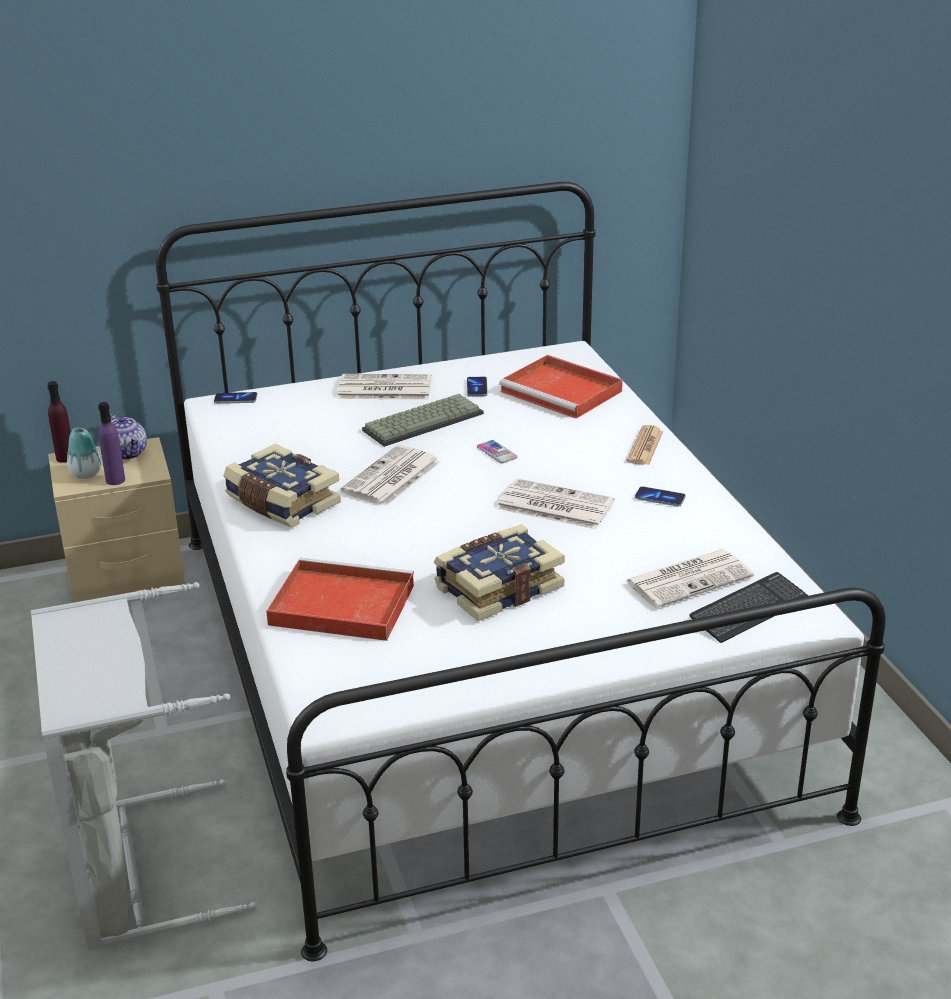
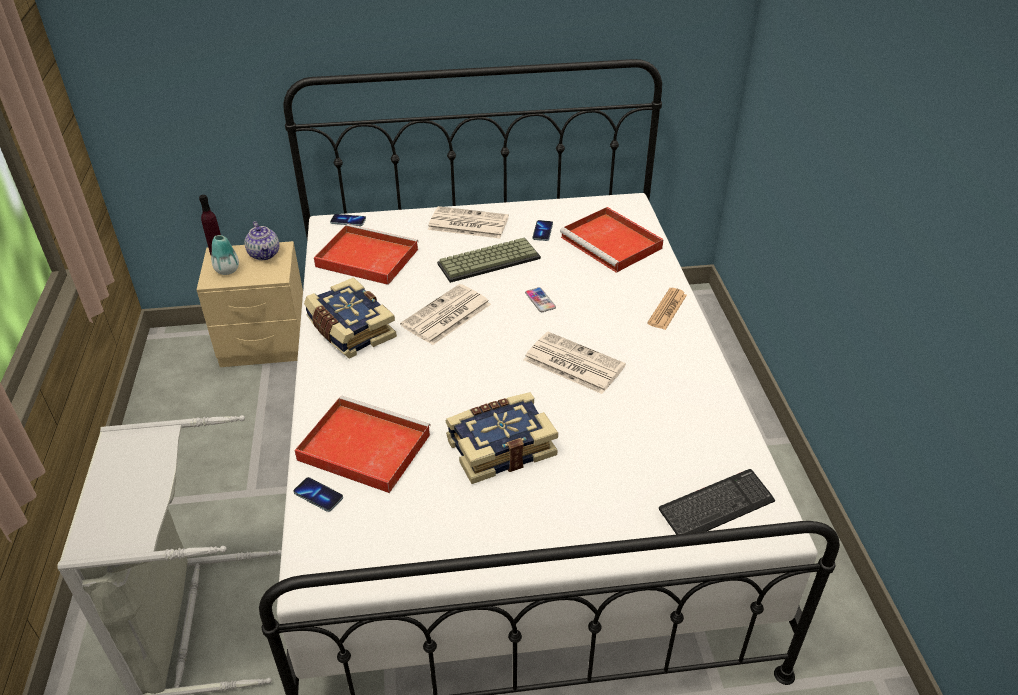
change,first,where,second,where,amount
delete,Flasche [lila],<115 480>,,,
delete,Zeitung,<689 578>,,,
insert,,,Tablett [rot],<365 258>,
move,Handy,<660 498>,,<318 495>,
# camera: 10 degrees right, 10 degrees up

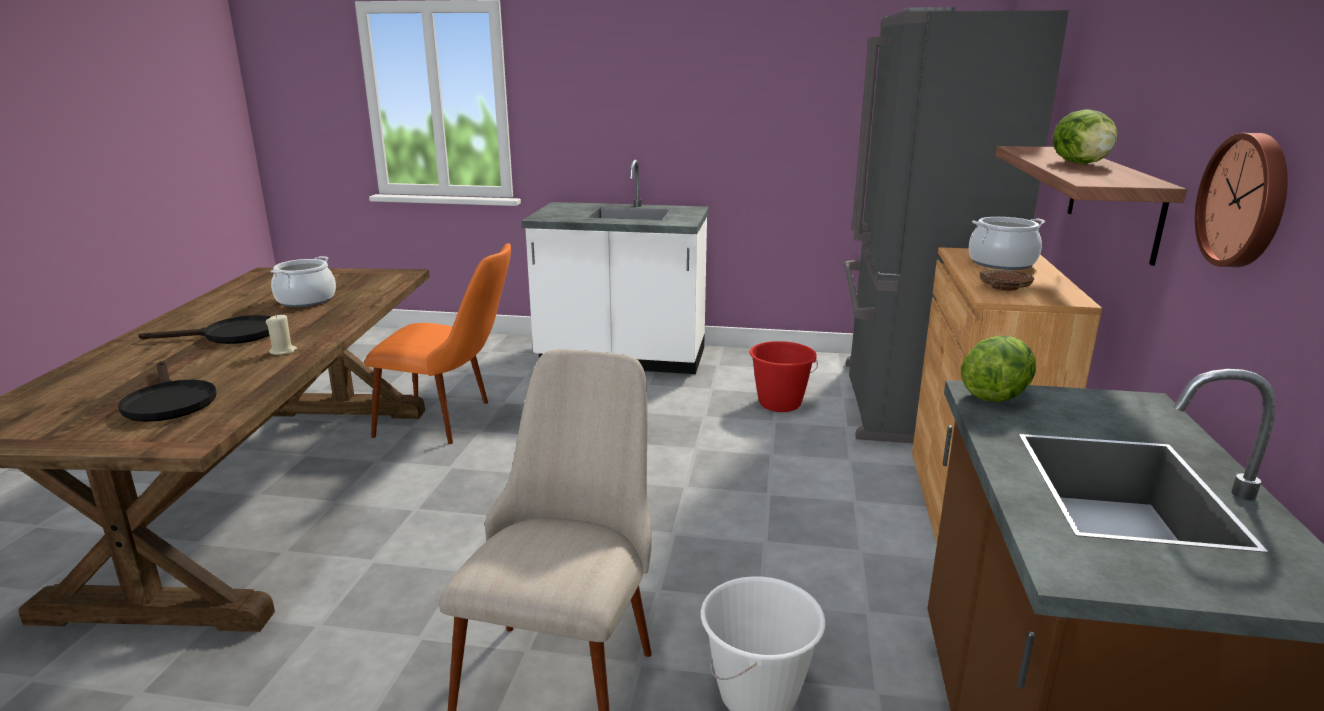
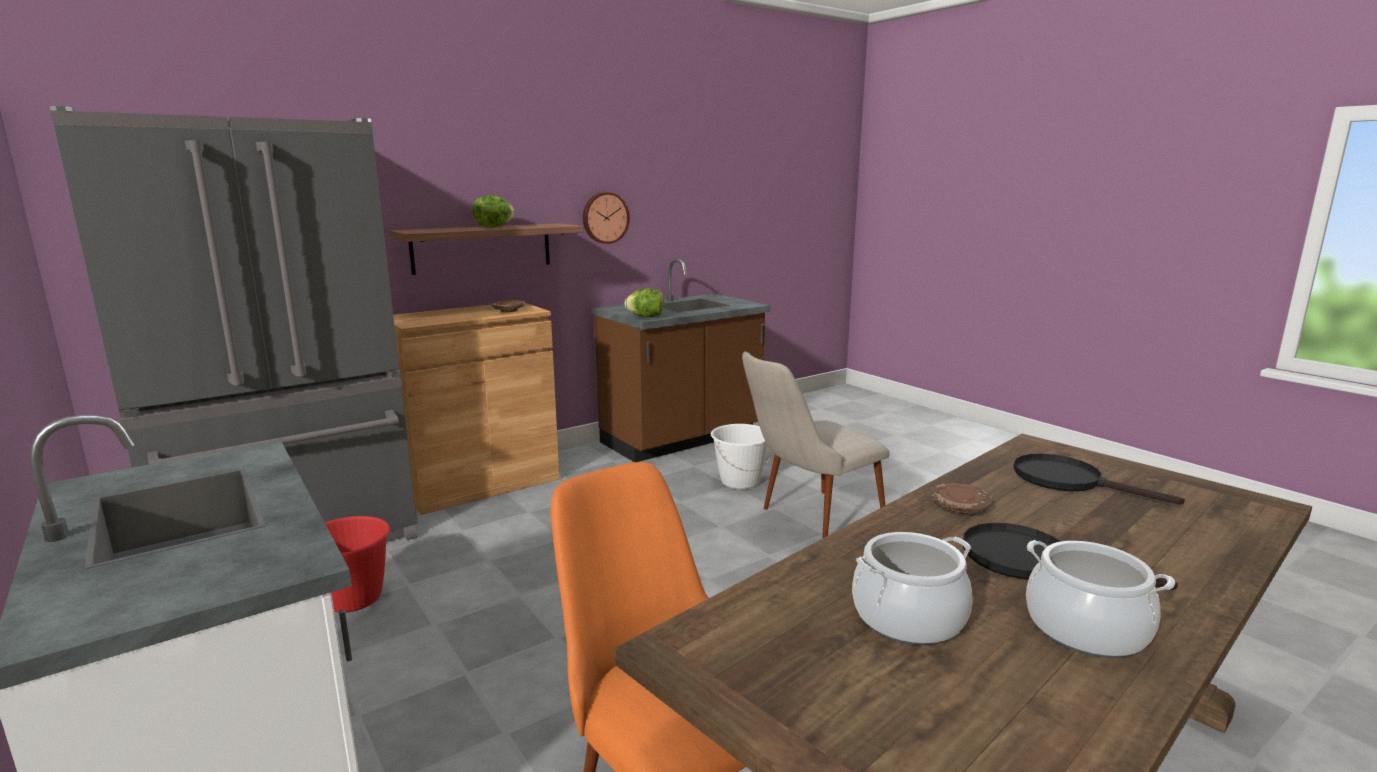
change,first,where,second,where,amount
move,Kochtopf,<1001 263>,,<1086 629>,
replace,Kerze [beige],<283 351>,Teller [braun],<960 508>,
rotate,Pfanne [schwarz],<168 402>,,<1069 481>,60 degrees counterclockwise
# camera: 135 degrees left, 5 degrees down

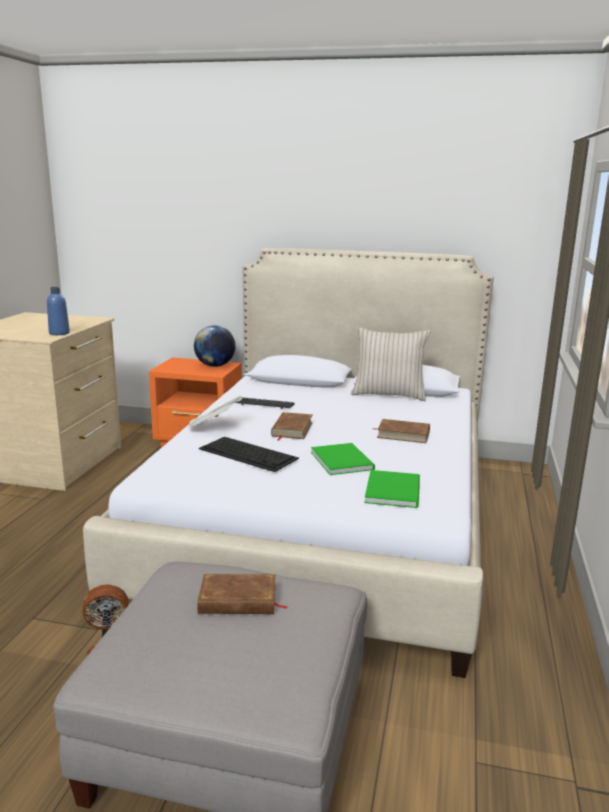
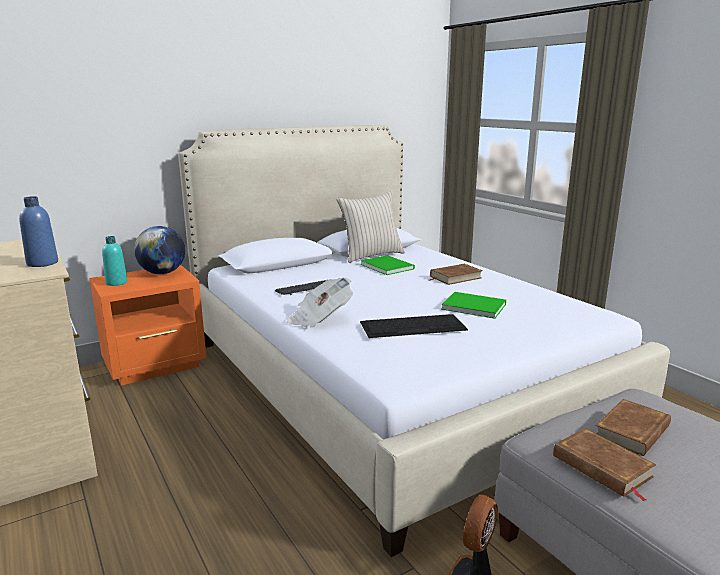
change,first,where,second,where,amount
insert,,,Flasche [türkis],<116 283>,
move,Buch [braun],<291 429>,,<601 467>,
move,Buch [grün],<394 490>,,<387 266>,
# camera: 45 degrees left, 0 degrees up

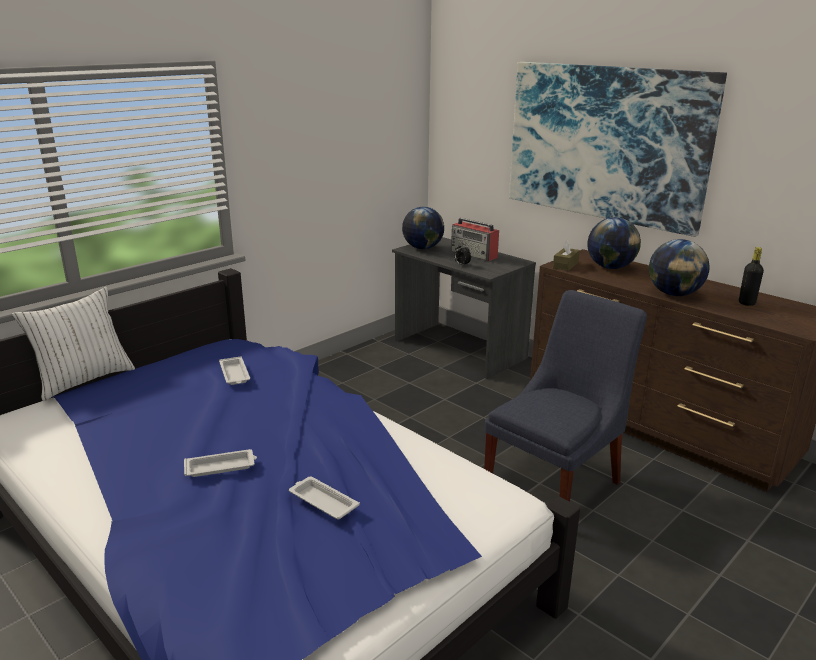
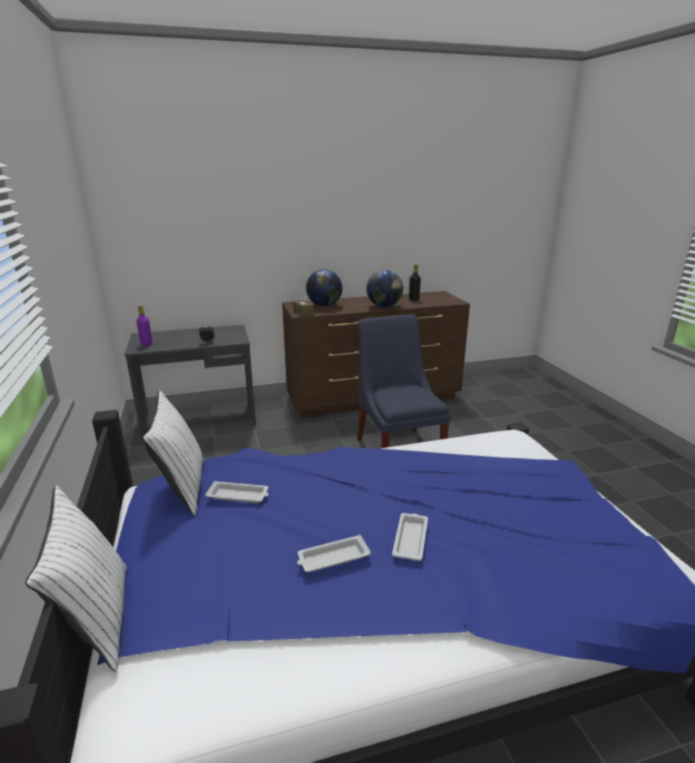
change,first,where,second,where,amount
delete,Radio,<474 254>,,,
delete,Bild,<605 143>,,,
insert,,,Kissen [weiß],<182 487>,
move,Tablett [weiß],<322 501>,,<332 558>,
replace,Globus,<422 248>,Flasche [lila],<146 344>,
# camera: 60 degrees left, 0 degrees up

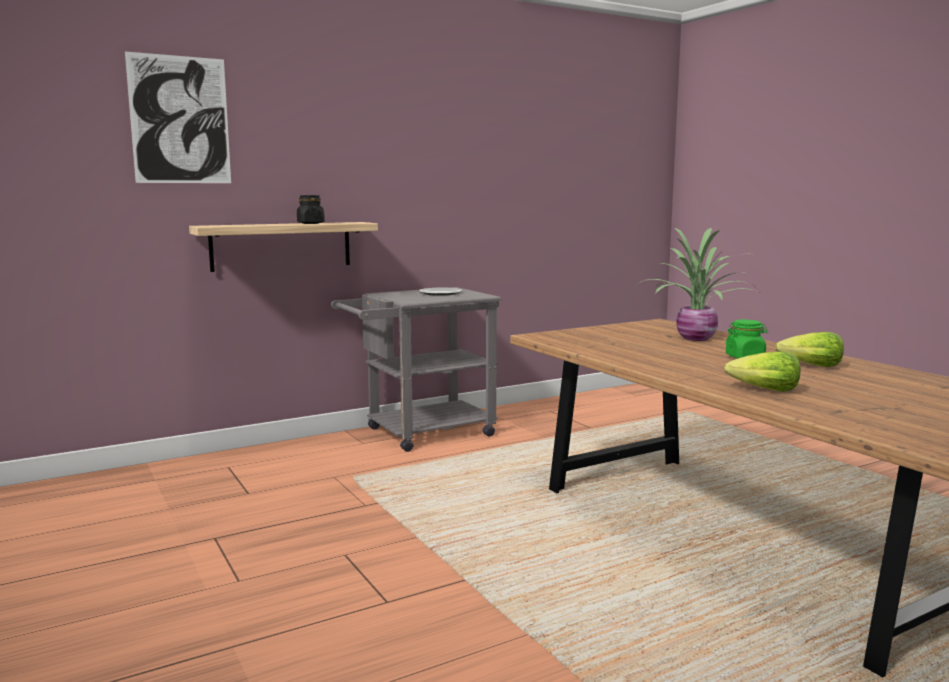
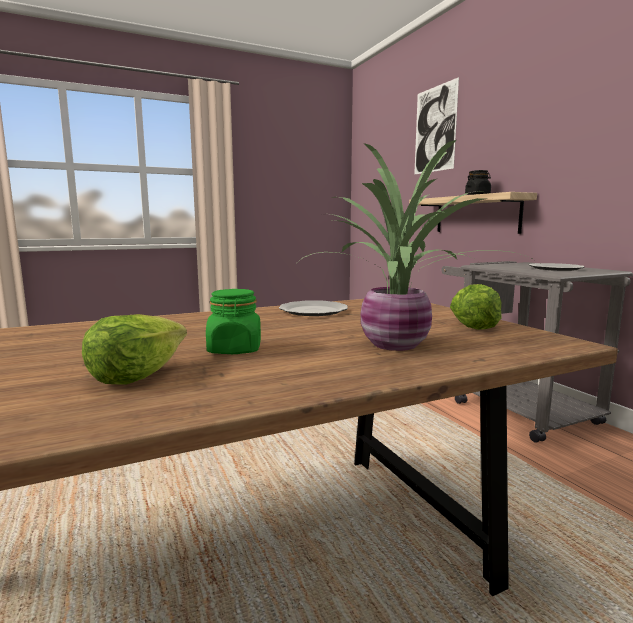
change,first,where,second,where,amount
insert,,,Teller,<312 311>,
move,Salatkopf,<764 390>,,<475 325>,
# camera: 95 degrees right, 0 degrees up

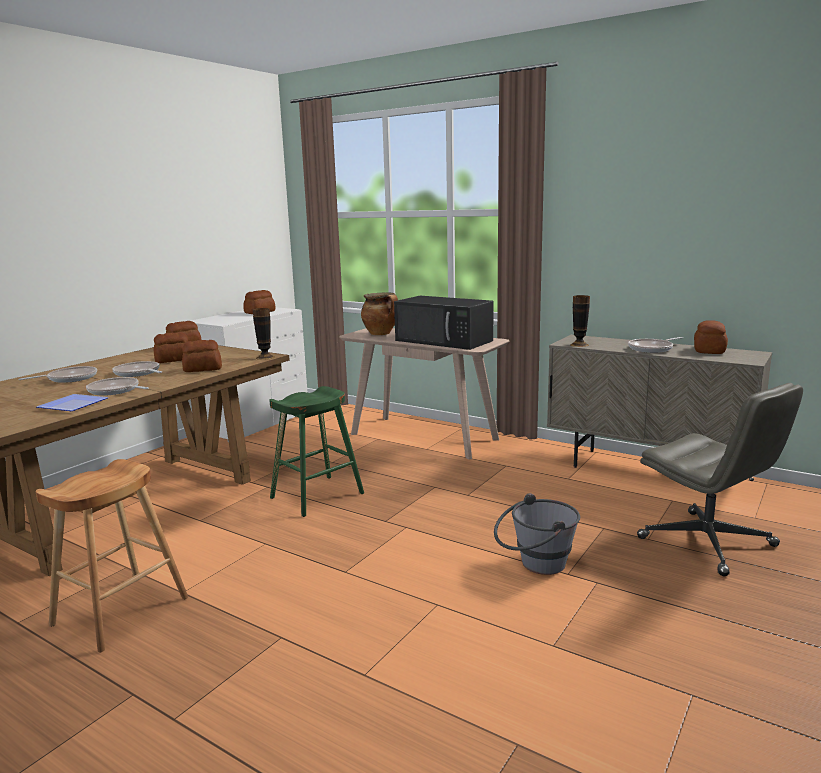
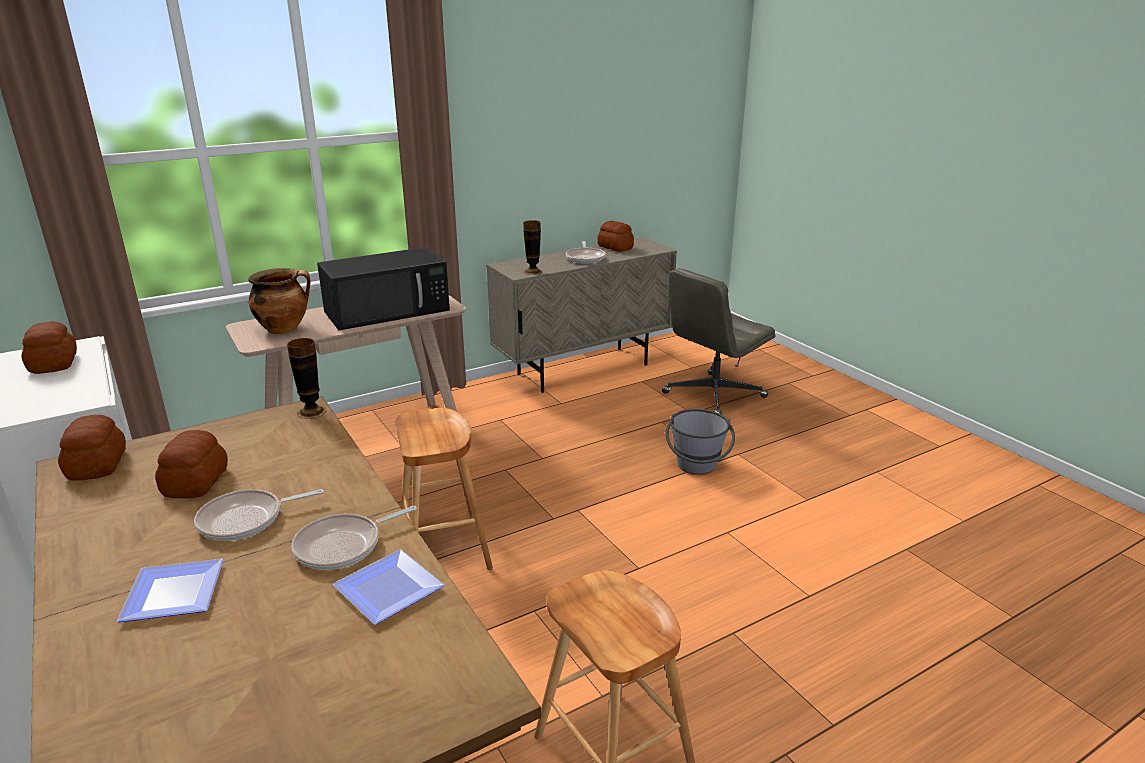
change,first,where,second,where,amount
delete,Brot,<202 369>,,,
replace,Pfanne,<69 378>,Teller,<170 596>,
recolor,Hocker [grün],<317 495>,Hocker [braun],<444 547>,
rotate,Bürostuhl [grau],<708 543>,,<713 395>,150 degrees clockwise
# camera: 65 degrees left, 10 degrees up

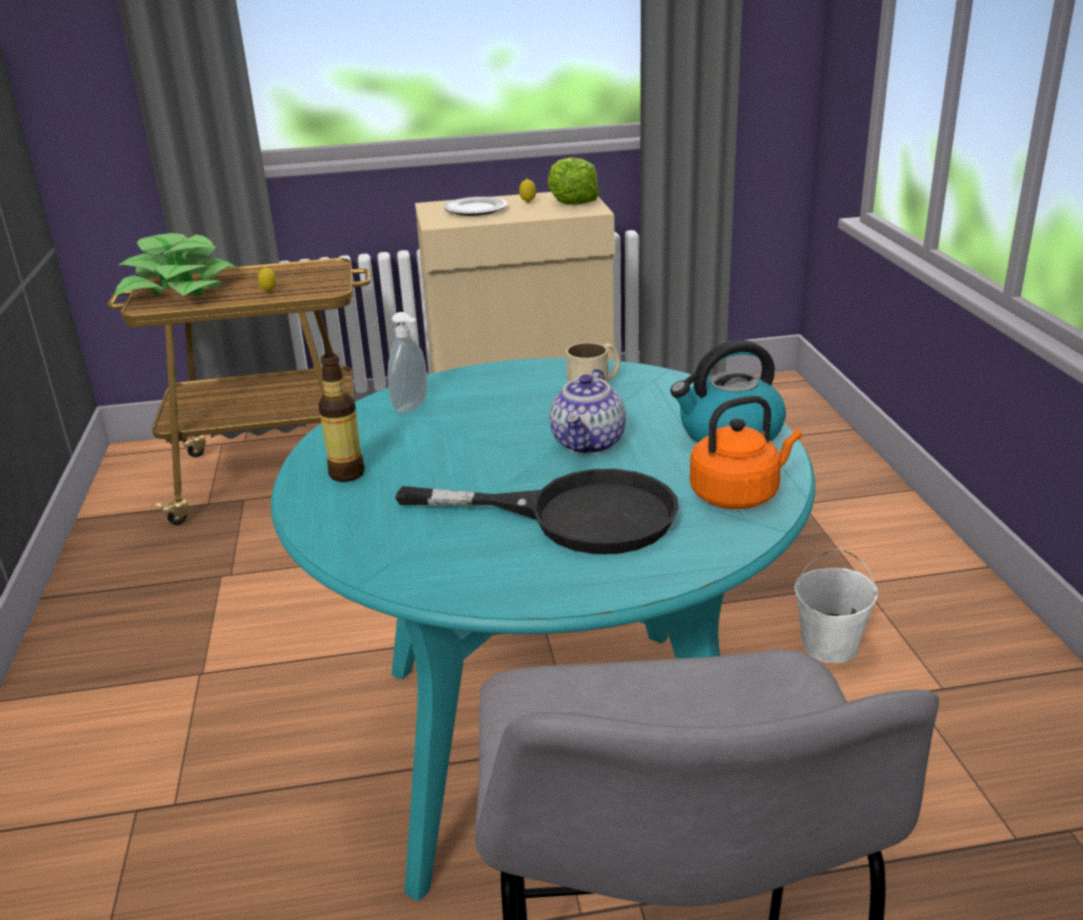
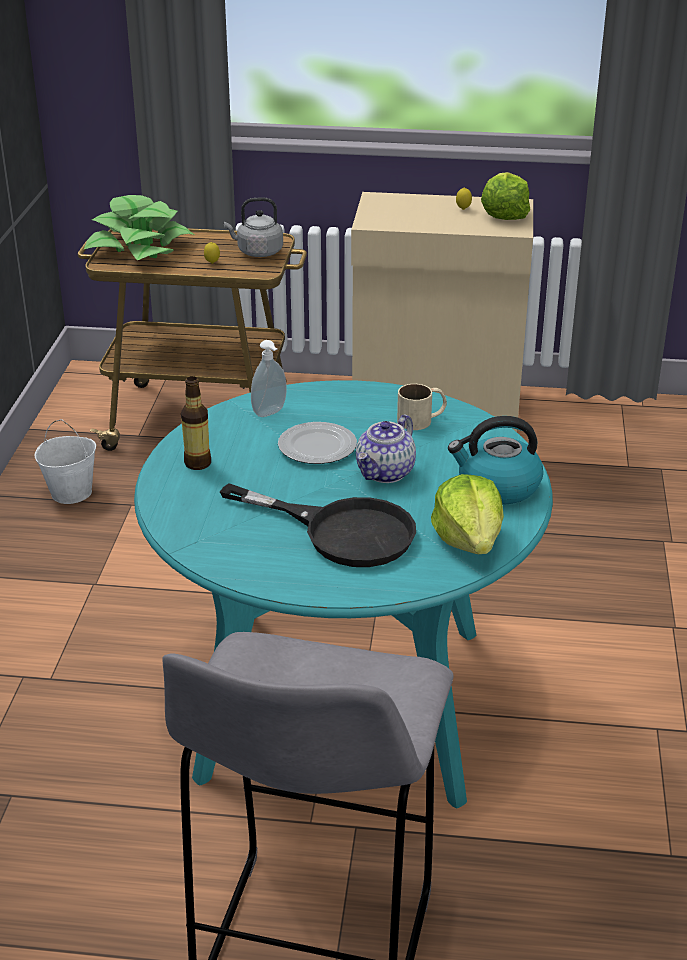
change,first,where,second,where,amount
insert,,,Wasserkessel [grau],<257 252>,
move,Teller,<475 210>,,<317 448>,
move,Eimer [weiß],<830 645>,,<71 492>,
replace,Wasserkessel [orange],<738 494>,Salatkopf,<469 539>,
# camera: 15 degrees right, 5 degrees up

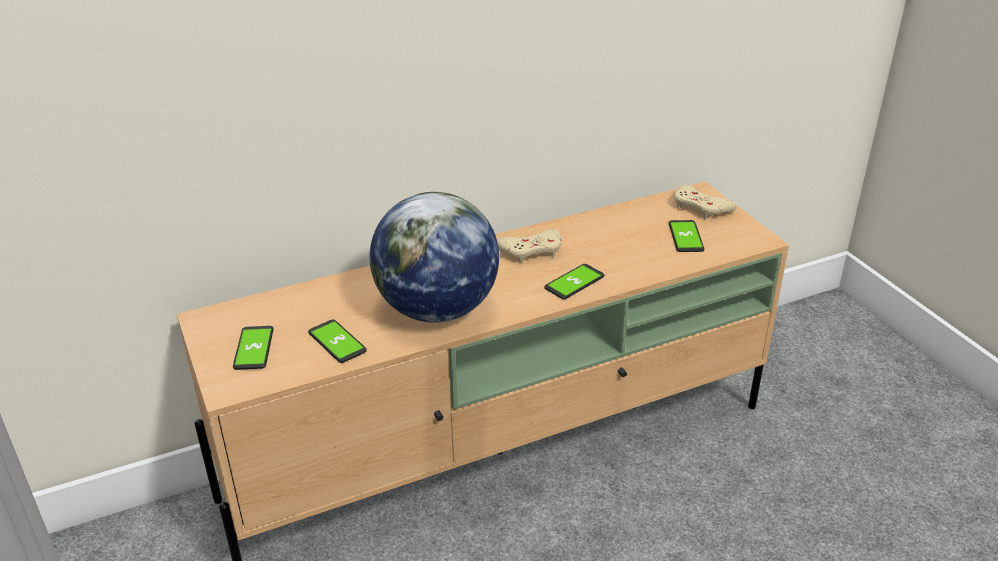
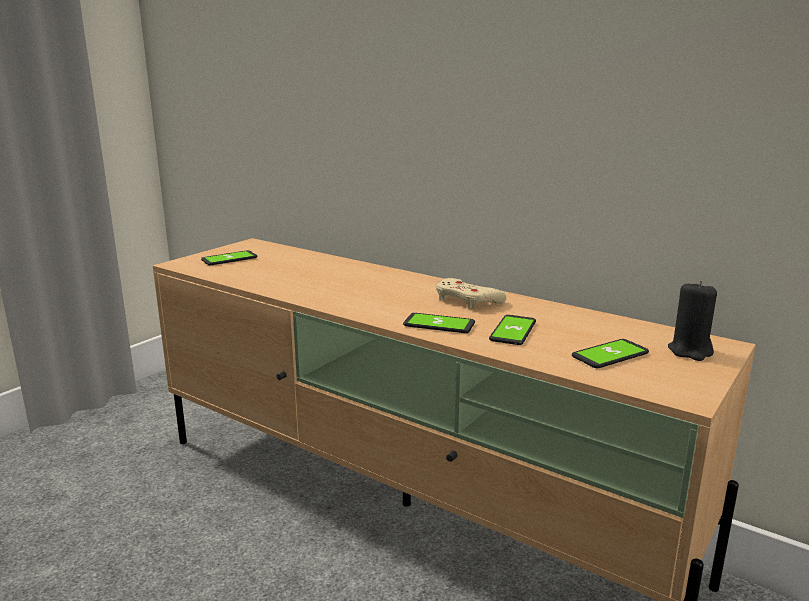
change,first,where,second,where,amount
delete,Globus,<436 310>,,,
move,Handy,<337 342>,,<513 331>,
replace,Gamepad [beige],<701 207>,Kerze [schwarz],<690 351>,
# camera: 60 degrees right, 15 degrees down

